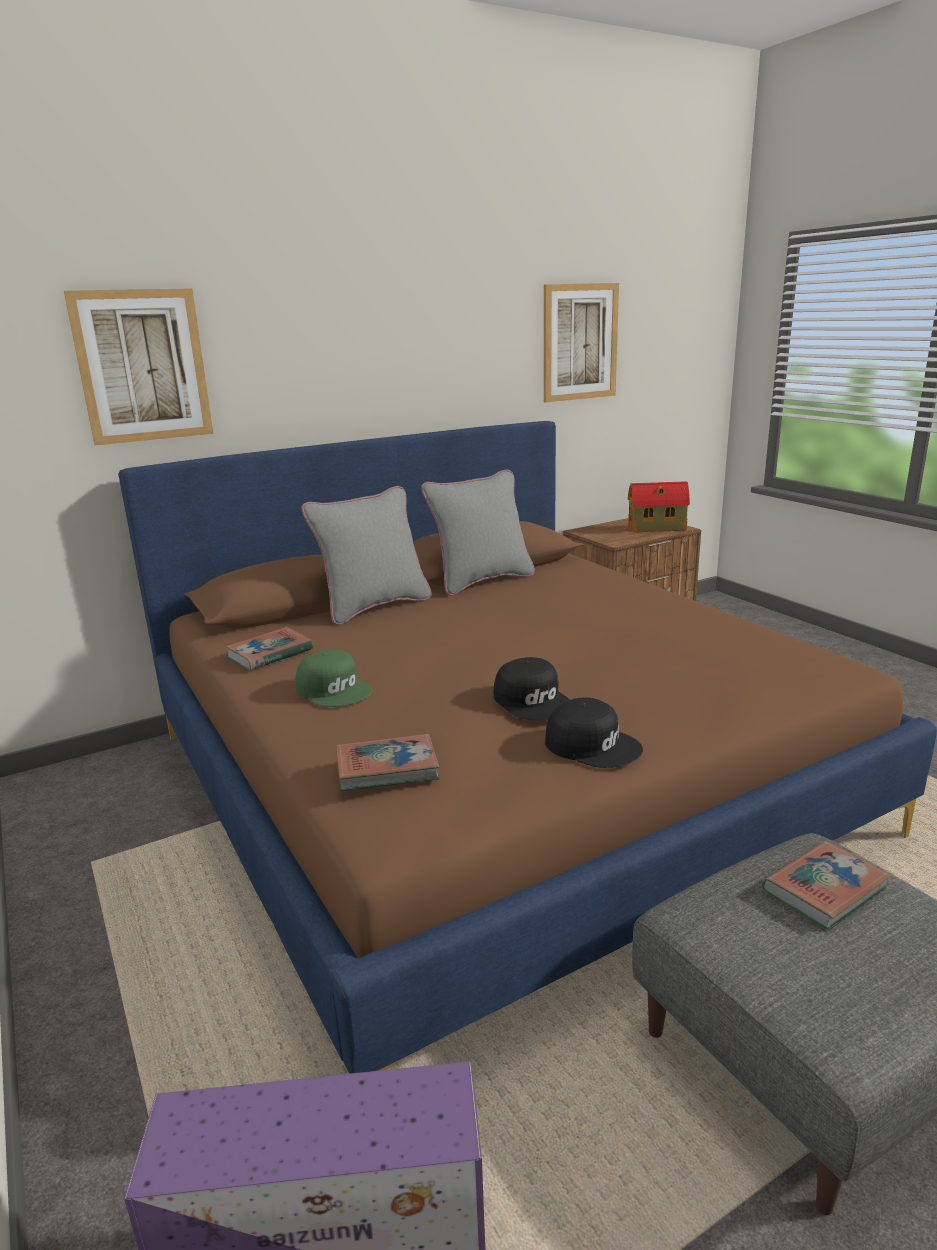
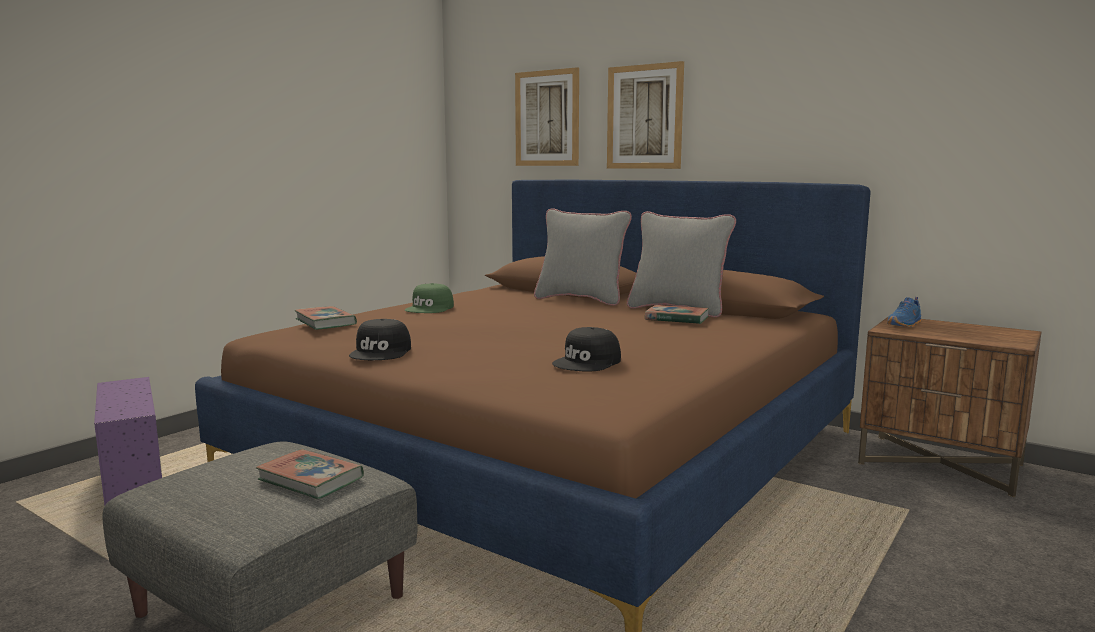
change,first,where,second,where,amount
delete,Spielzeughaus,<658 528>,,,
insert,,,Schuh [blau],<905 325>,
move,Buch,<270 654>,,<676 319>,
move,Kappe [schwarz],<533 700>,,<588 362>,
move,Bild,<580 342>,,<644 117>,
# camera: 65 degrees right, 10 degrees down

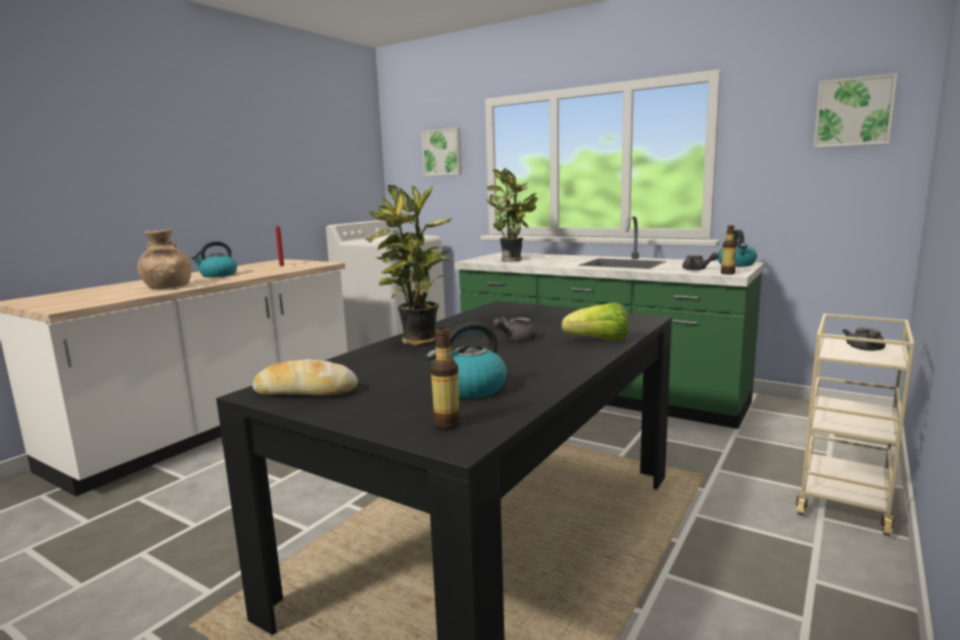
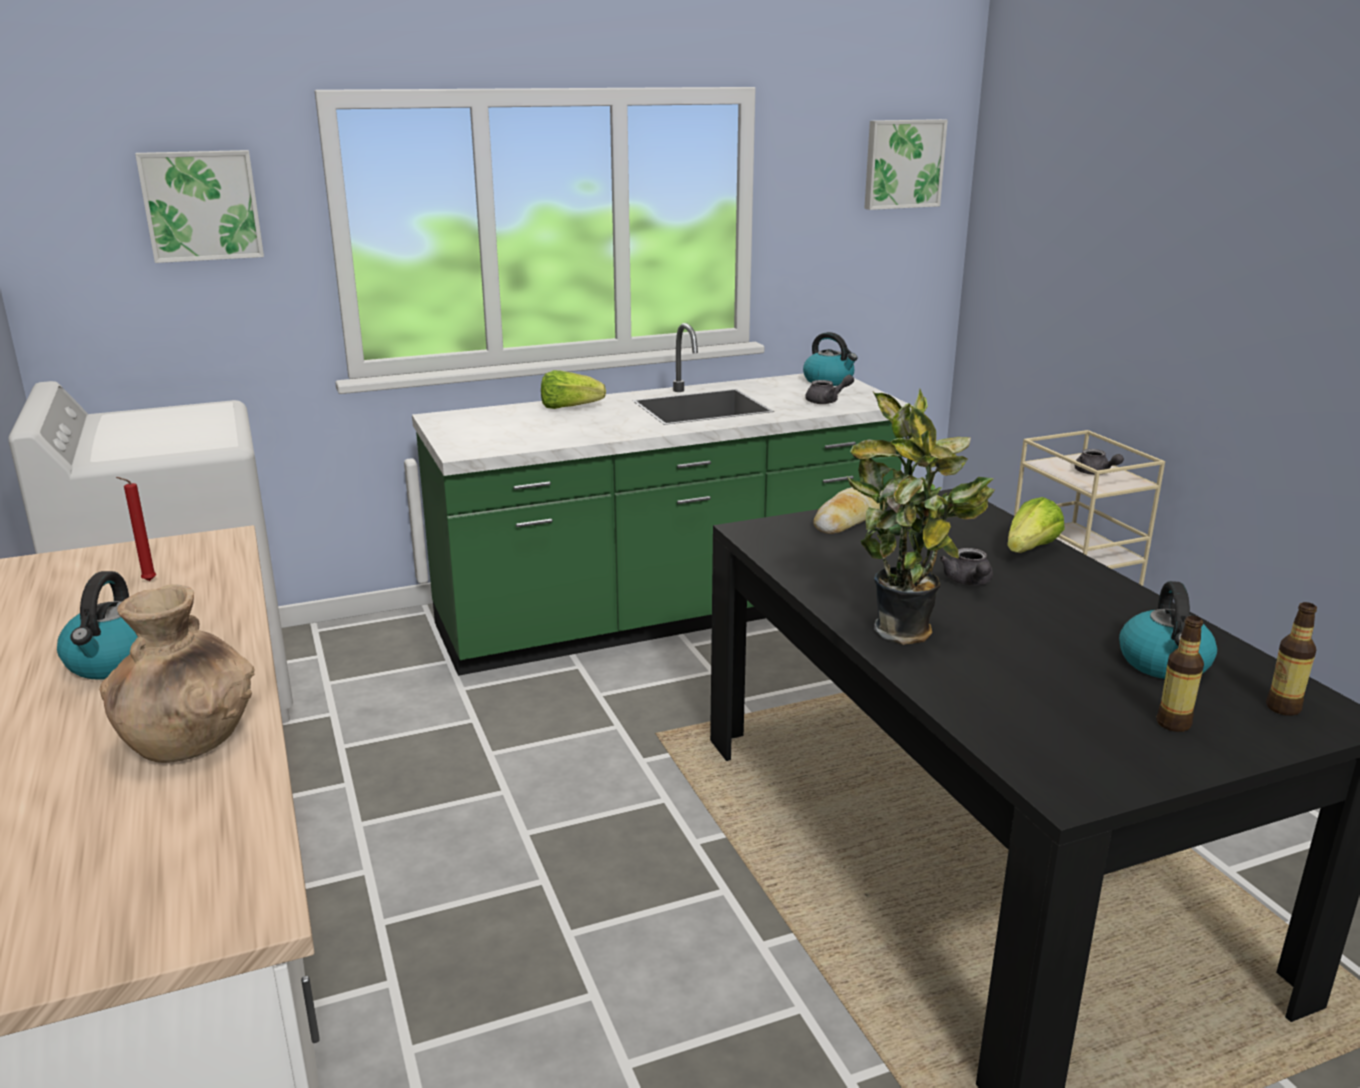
change,first,where,second,where,amount
delete,Topfpflanze,<513 260>,,,
insert,,,Salatkopf,<569 407>,
move,Brot,<305 391>,,<850 519>,
move,Flasche,<728 273>,,<1173 723>,
# camera: 55 degrees left, 10 degrees up

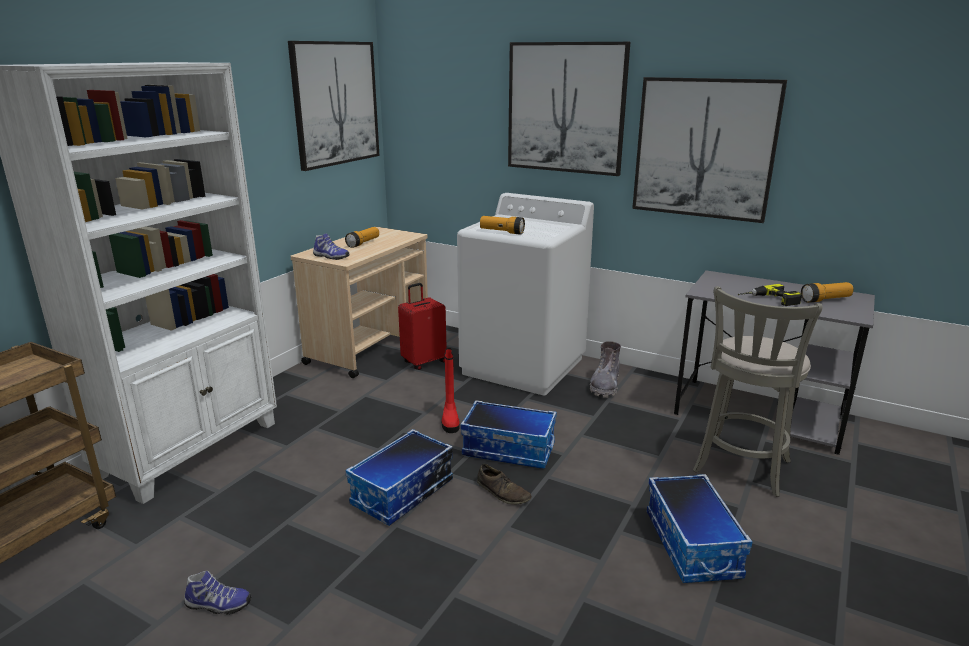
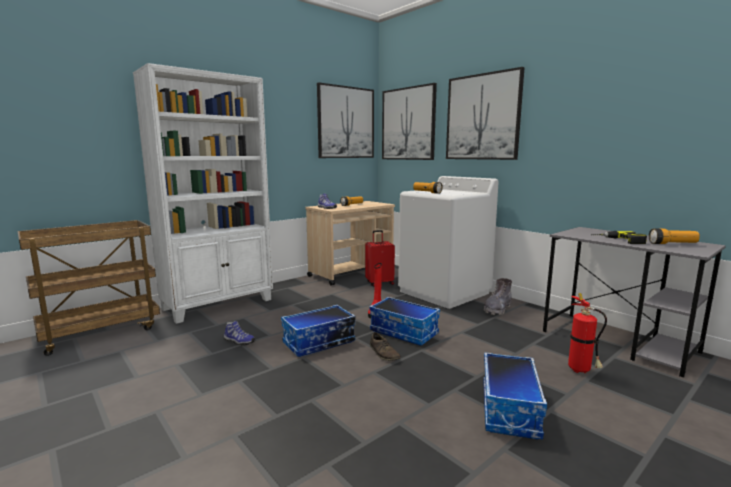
change,first,where,second,where,amount
move,Schuh,<217 605>,,<238 341>,
move,Bild,<704 149>,,<408 124>,
replace,Hocker [grau],<740 469>,Feuerlöscher,<581 371>,
# camera: 20 degrees right, 10 degrees down

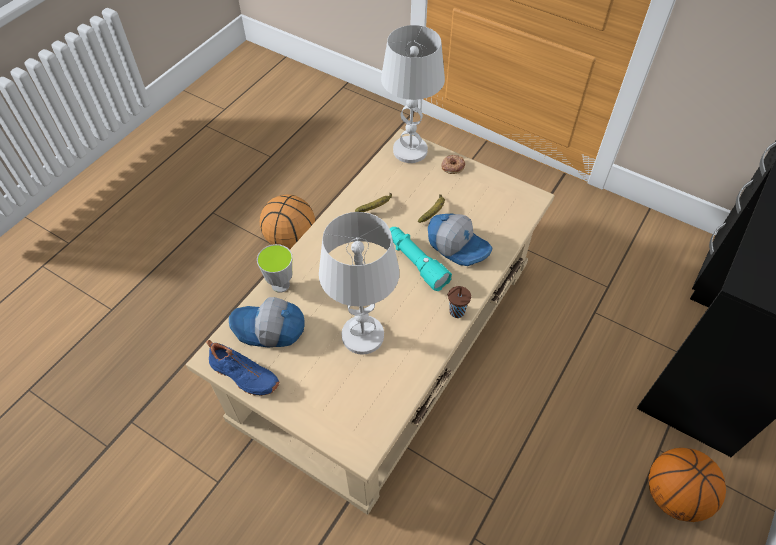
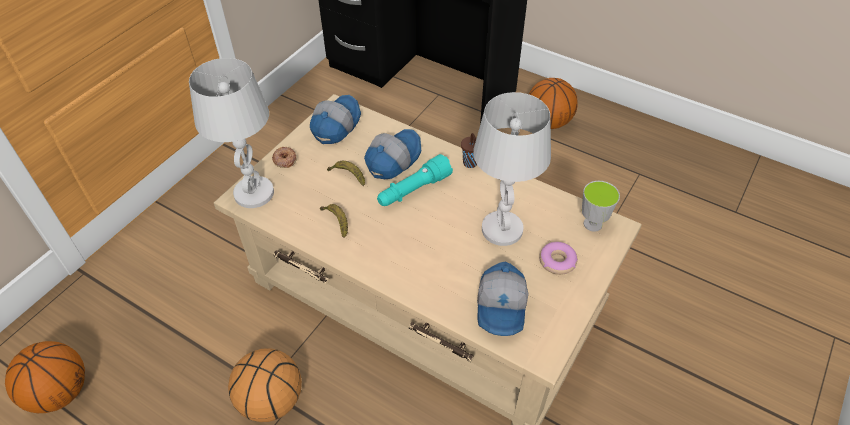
change,first,where,second,where,amount
delete,Schuh [blau],<243 376>,,,
insert,,,Basketball,<60 392>,
insert,,,Kappe,<335 125>,
insert,,,Donut,<557 261>,
move,Tasse,<280 285>,,<592 224>,
# camera: 90 degrees left, 5 degrees down

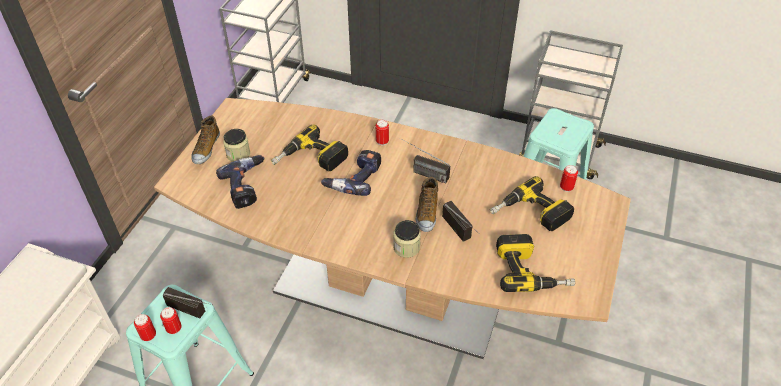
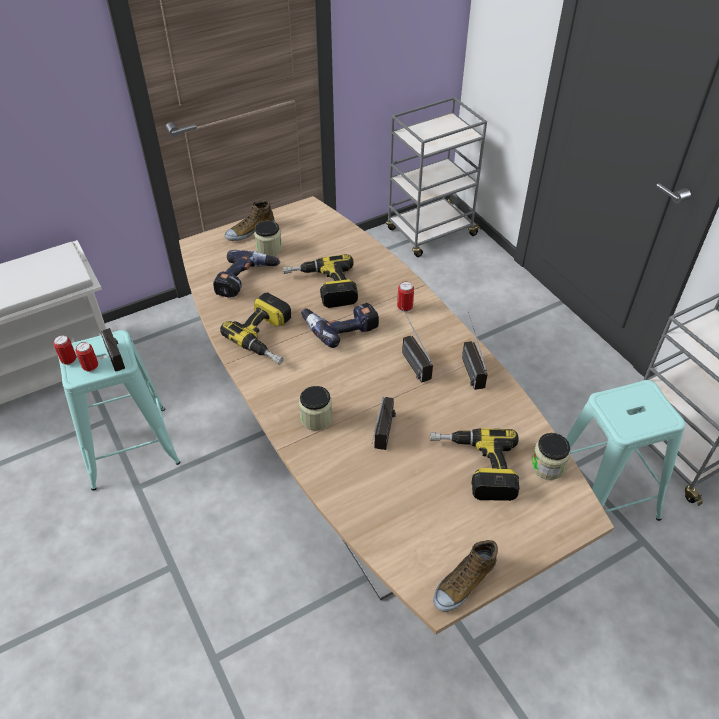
change,first,where,second,where,amount
insert,,,Radio,<468 364>,
move,Schuh,<426 212>,,<463 582>,
move,Bohrmaschine,<531 270>,,<269 337>,
replace,Dose,<566 187>,Vorratsglas,<547 466>,
# camera: 40 degrees right, 0 degrees up

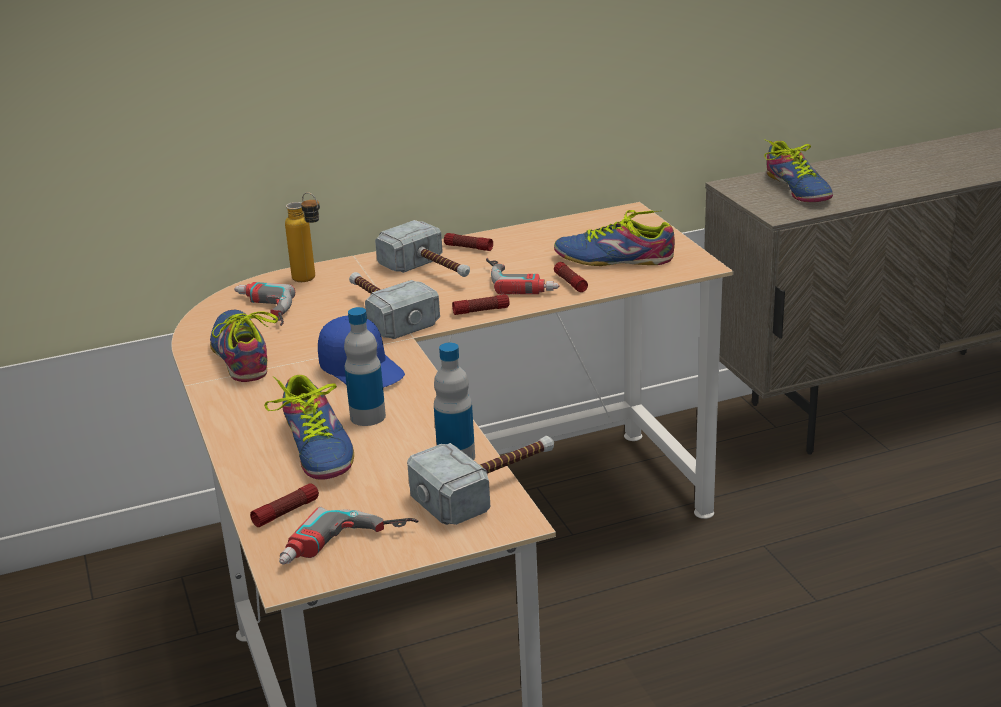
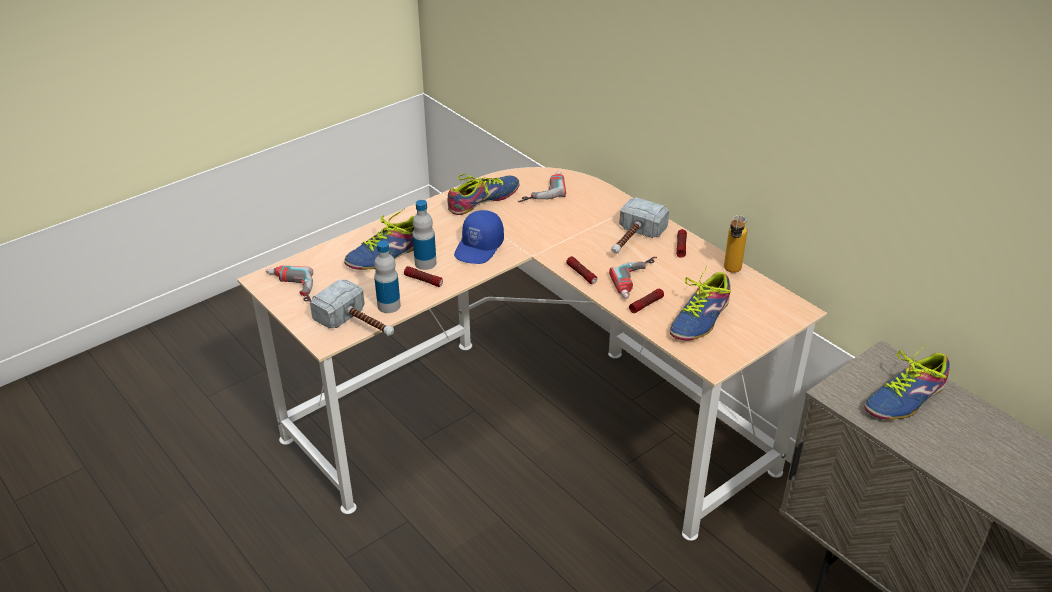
change,first,where,second,where,amount
delete,Hammer,<385 313>,,,
move,Taschenlampe,<286 512>,,<424 280>,
move,Flasche,<311 280>,,<731 272>,
rotate,Schuh,<614 259>,,<700 318>,135 degrees counterclockwise
# camera: 70 degrees right, 10 degrees up

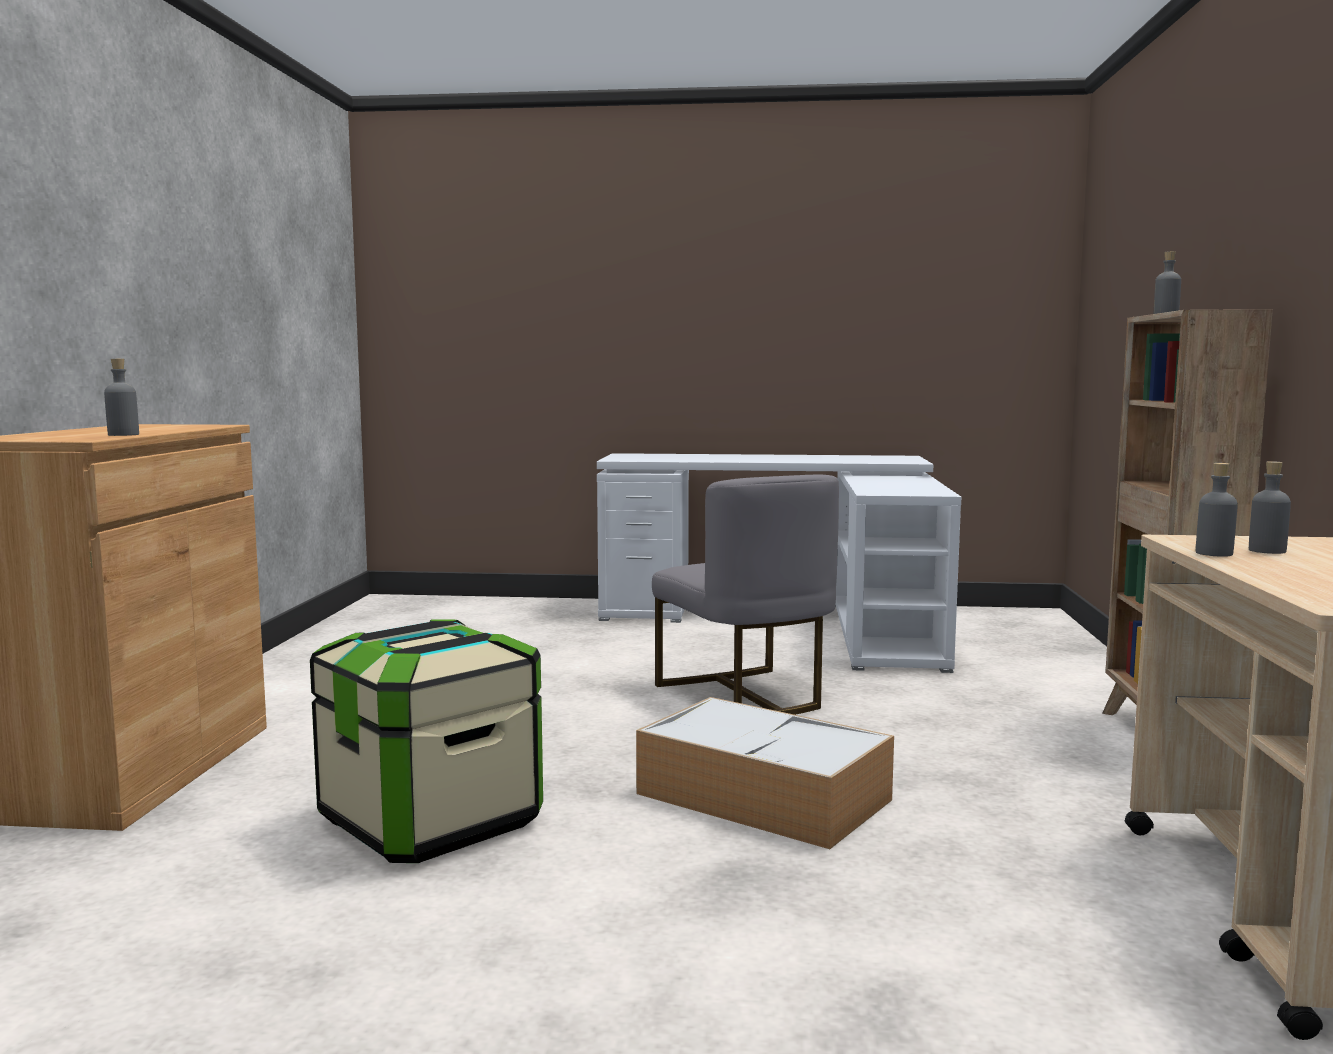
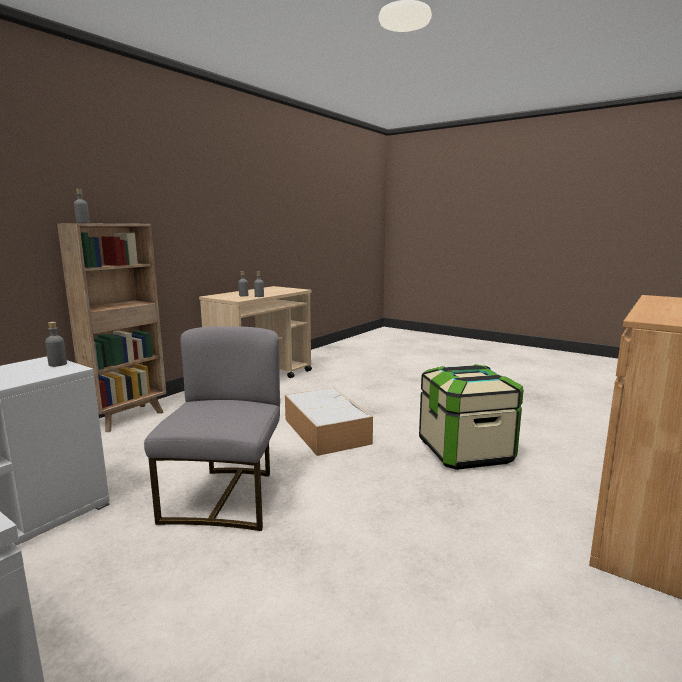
change,first,where,second,where,amount
move,Flasche [grau],<123 435>,,<58 364>,
# camera: 150 degrees left, 5 degrees up

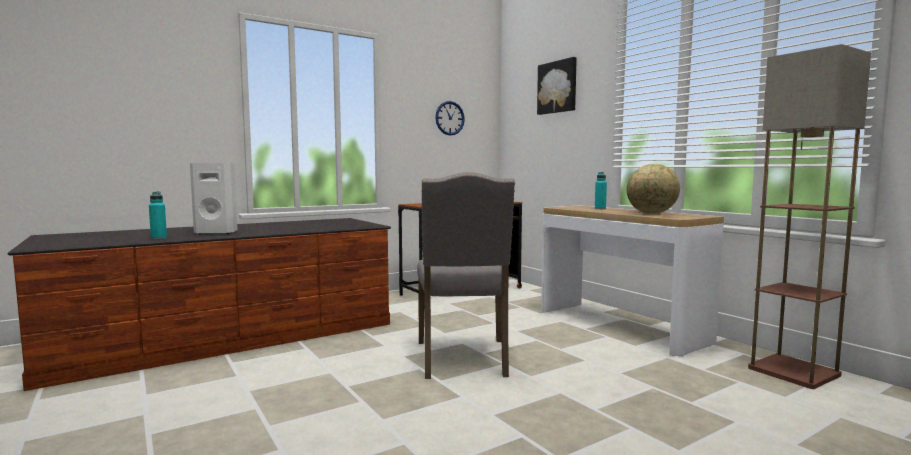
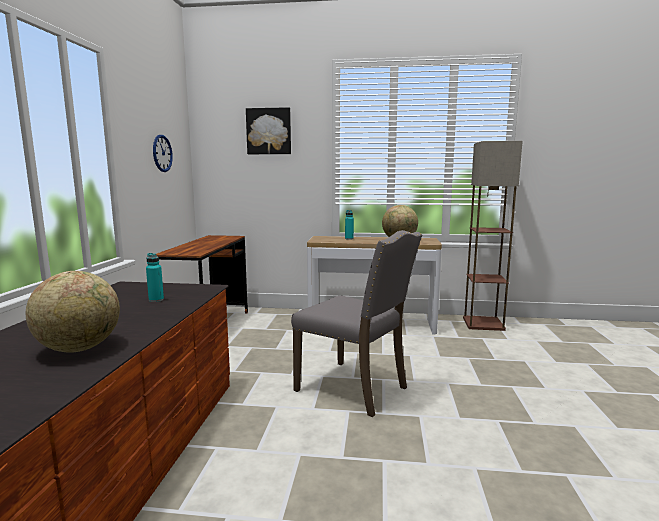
change,first,where,second,where,amount
move,Flasche [türkis],<159 238>,,<156 300>,
replace,Lautsprecher [weiß],<218 232>,Globus,<80 348>,
# camera: 50 degrees left, 5 degrees up

